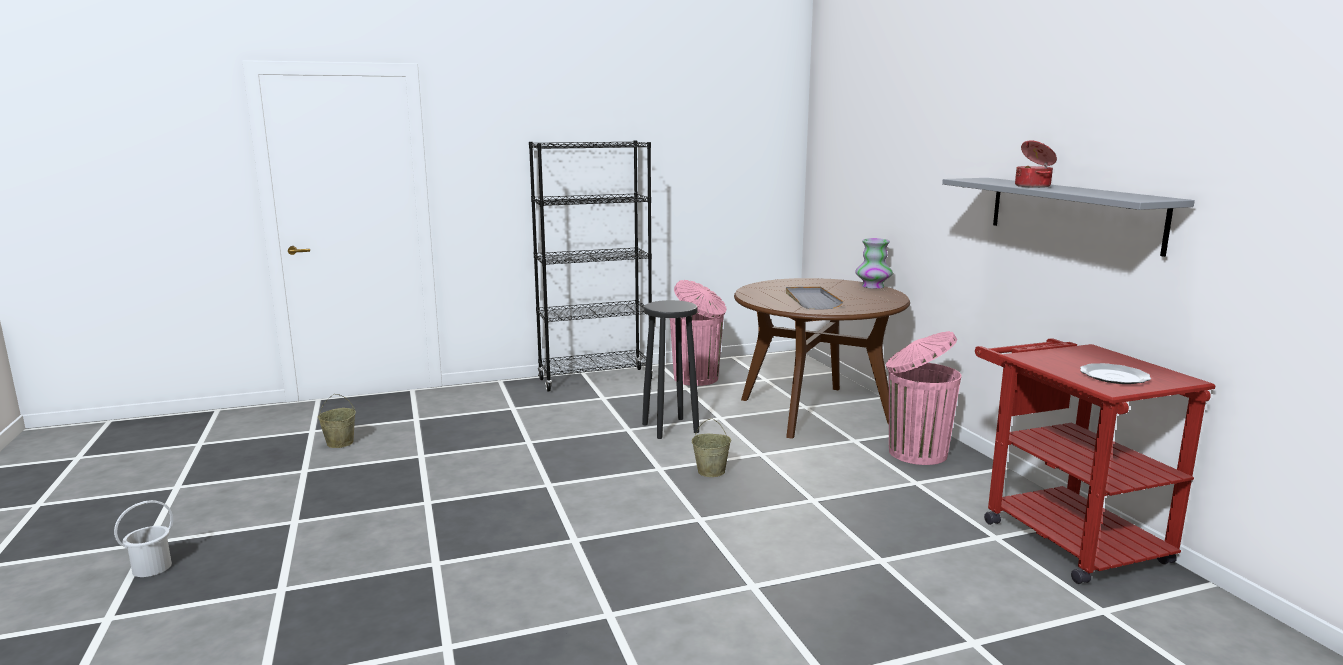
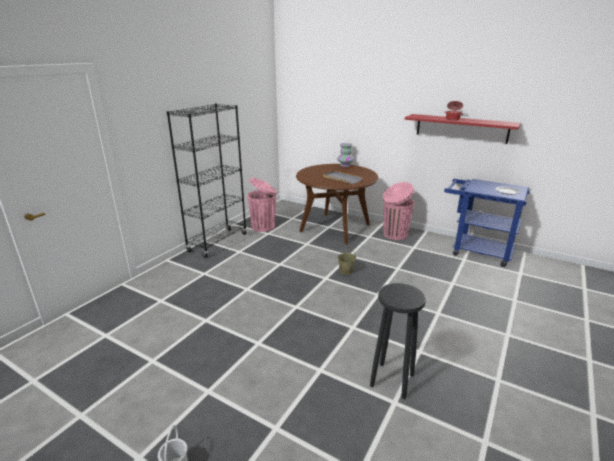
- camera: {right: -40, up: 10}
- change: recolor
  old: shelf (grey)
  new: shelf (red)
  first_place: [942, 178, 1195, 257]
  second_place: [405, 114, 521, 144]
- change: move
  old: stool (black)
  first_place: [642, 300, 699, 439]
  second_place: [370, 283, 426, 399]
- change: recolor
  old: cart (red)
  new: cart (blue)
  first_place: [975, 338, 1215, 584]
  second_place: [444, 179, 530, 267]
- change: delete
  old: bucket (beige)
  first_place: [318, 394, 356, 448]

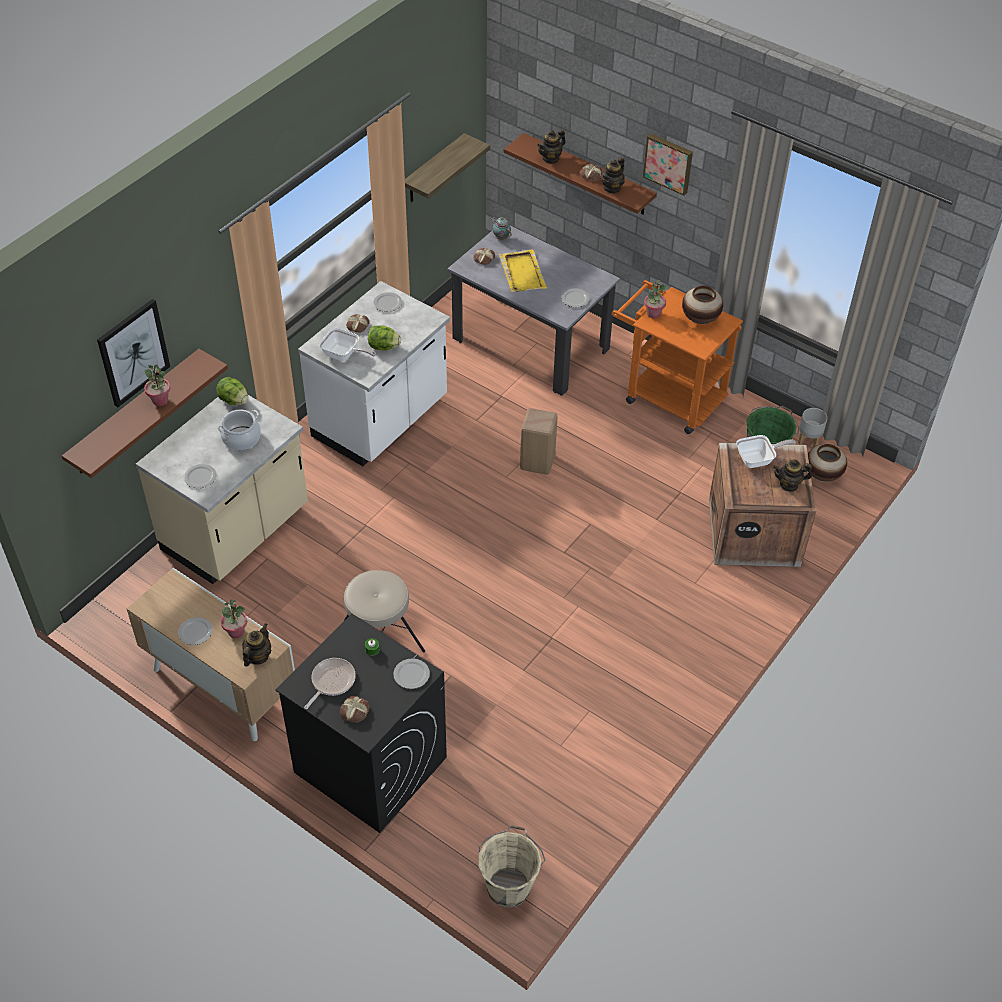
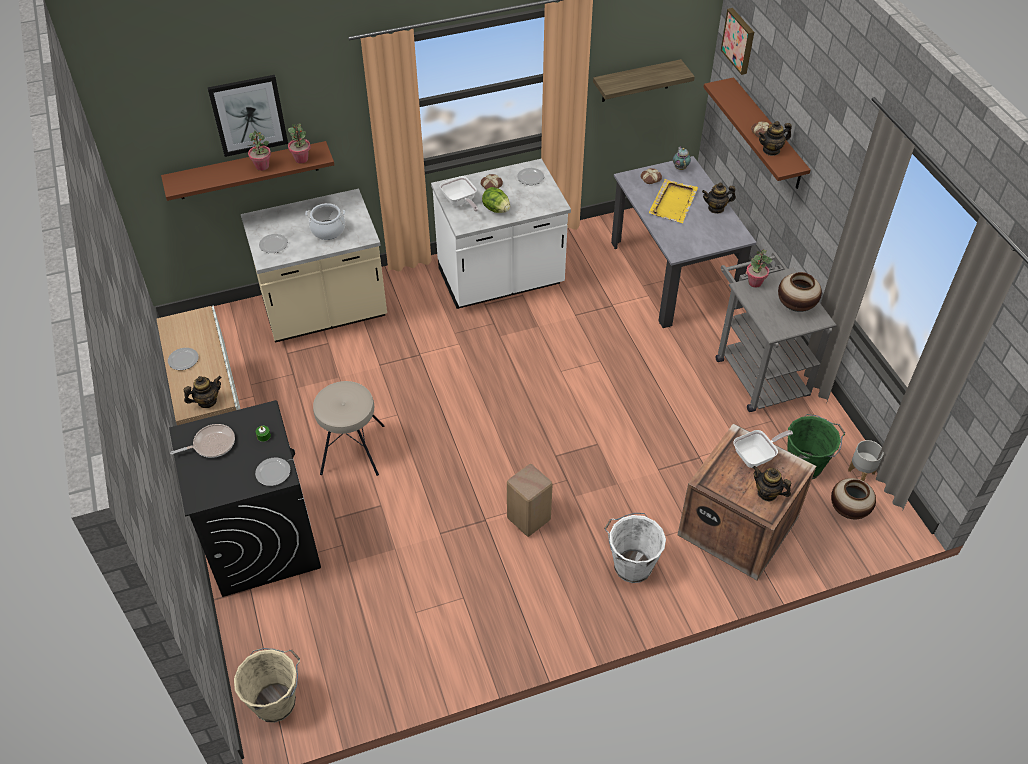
- camera: {right: 35, up: 0}
- change: move
  old: teapot
  first_place: [537, 130, 565, 164]
  second_place: [702, 183, 736, 214]
- change: move
  old: picture
  first_place: [643, 133, 693, 196]
  second_place: [721, 8, 754, 75]
- change: recolor
  old: cart (orange)
  new: cart (grey)
  first_place: [612, 280, 743, 434]
  second_place: [715, 252, 837, 412]
- change: delete
  old: plate
  first_place: [561, 288, 589, 307]
- change: delete
  old: lettuce
  first_place: [217, 377, 248, 405]
- change: move
  old: stool (beige)
  first_place: [520, 408, 558, 475]
  second_place: [507, 464, 553, 537]
- change: rotate
  old: frying pan
  first_place: [736, 435, 796, 468]
  second_place: [733, 430, 793, 468]
  degrees: -45
- change: move
  old: potted plant
  first_place: [221, 599, 247, 639]
  second_place: [288, 124, 311, 164]
- change: delete
  old: bread
  first_place: [340, 696, 369, 723]
- change: insert
  new: bucket (white)
  second_place: [604, 513, 666, 583]

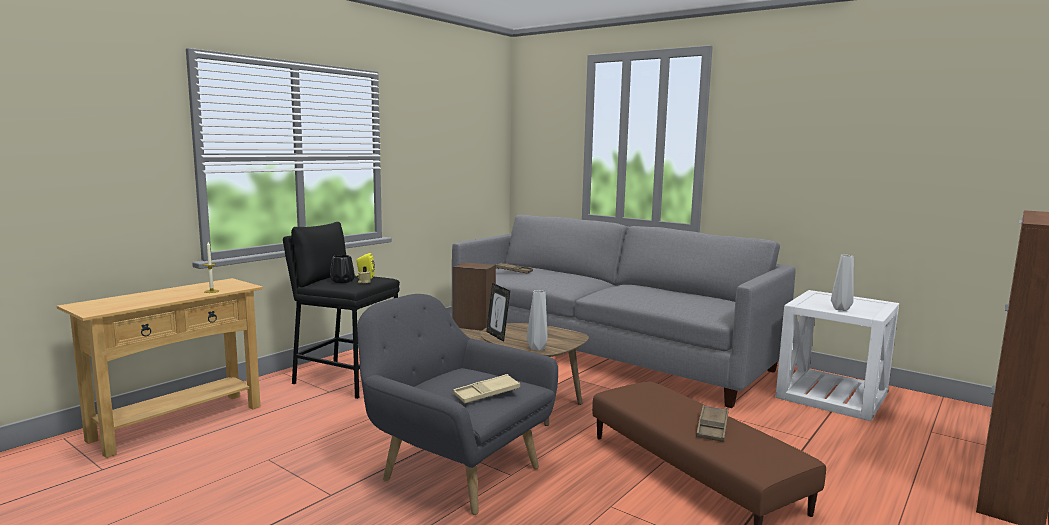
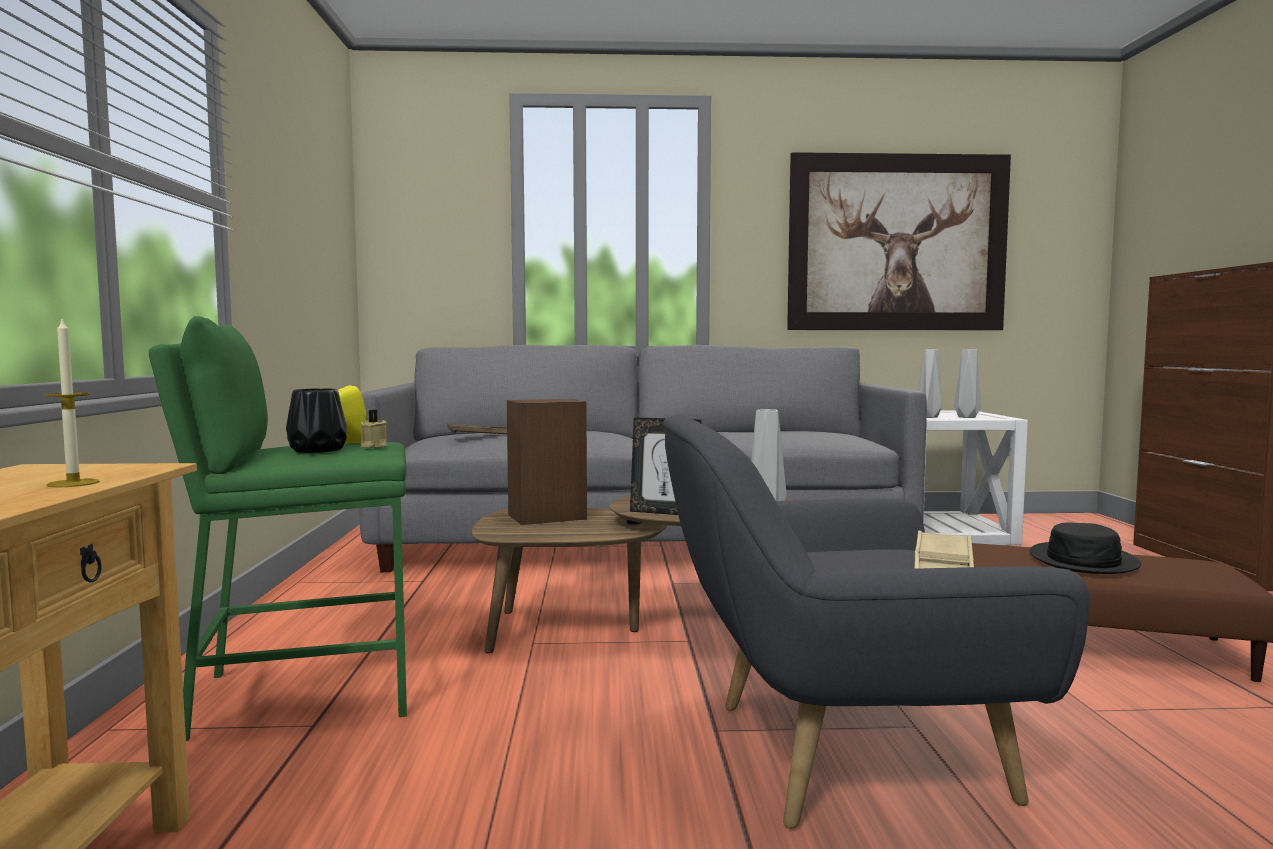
- camera: {right: -40, up: -5}
- change: recolor
  old: stool (black)
  new: stool (green)
  first_place: [283, 222, 400, 399]
  second_place: [149, 316, 407, 741]
- change: replace
  old: tray (brown)
  new: hat (black)
  first_place: [696, 405, 729, 442]
  second_place: [1030, 522, 1141, 574]
- change: insert
  new: picture
  second_place: [787, 152, 1011, 330]
- change: insert
  new: vase (grey)
  second_place: [918, 350, 942, 418]

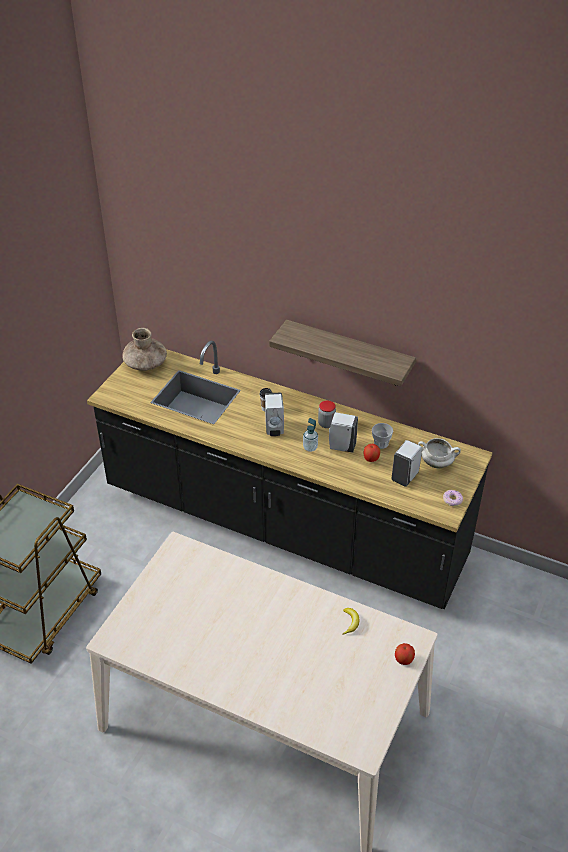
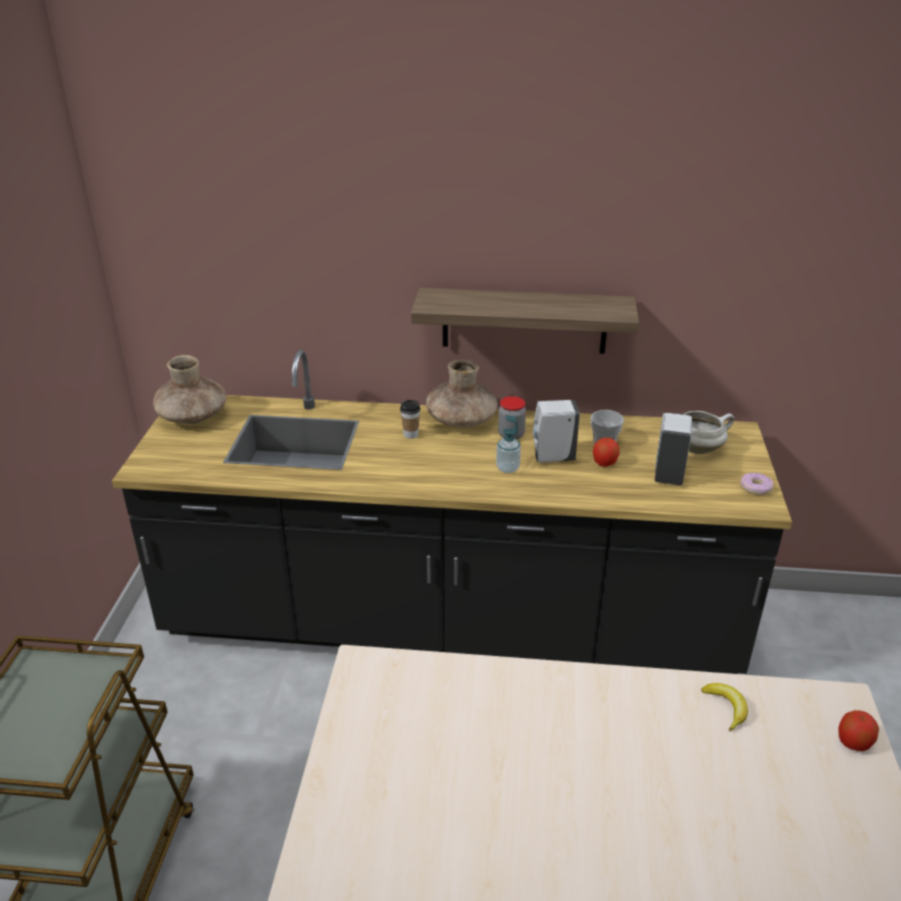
- camera: {right: -20, up: -10}
- change: delete
  old: soap dispenser (white)
  first_place: [265, 393, 284, 436]
- change: insert
  new: vase (brown)
  second_place: [426, 360, 498, 428]

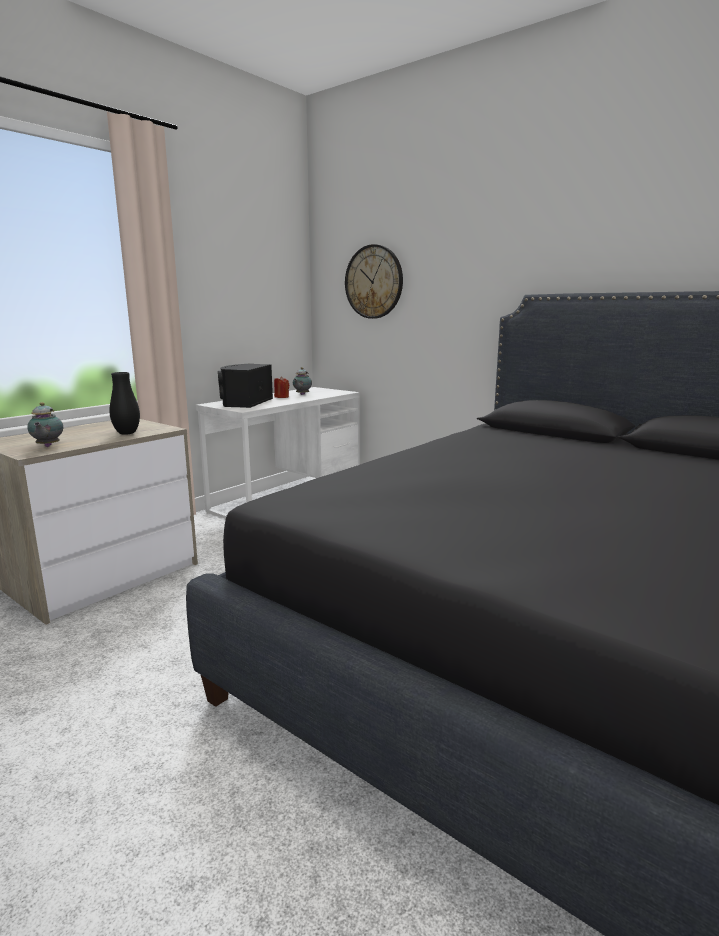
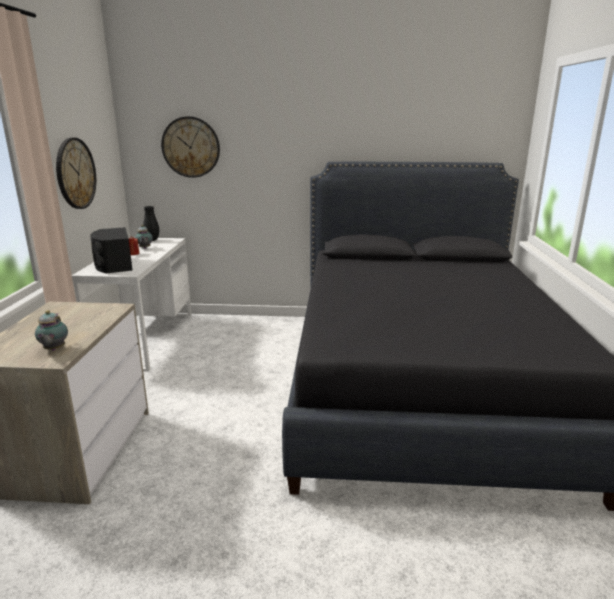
- camera: {right: -35, up: 5}
- change: move
  old: vase (black)
  first_place: [109, 372, 140, 435]
  second_place: [143, 206, 159, 241]
- change: rotate
  old: teapot
  first_place: [27, 402, 63, 447]
  second_place: [35, 310, 68, 351]
  degrees: 45
- change: insert
  new: wall clock
  second_place: [56, 138, 96, 209]

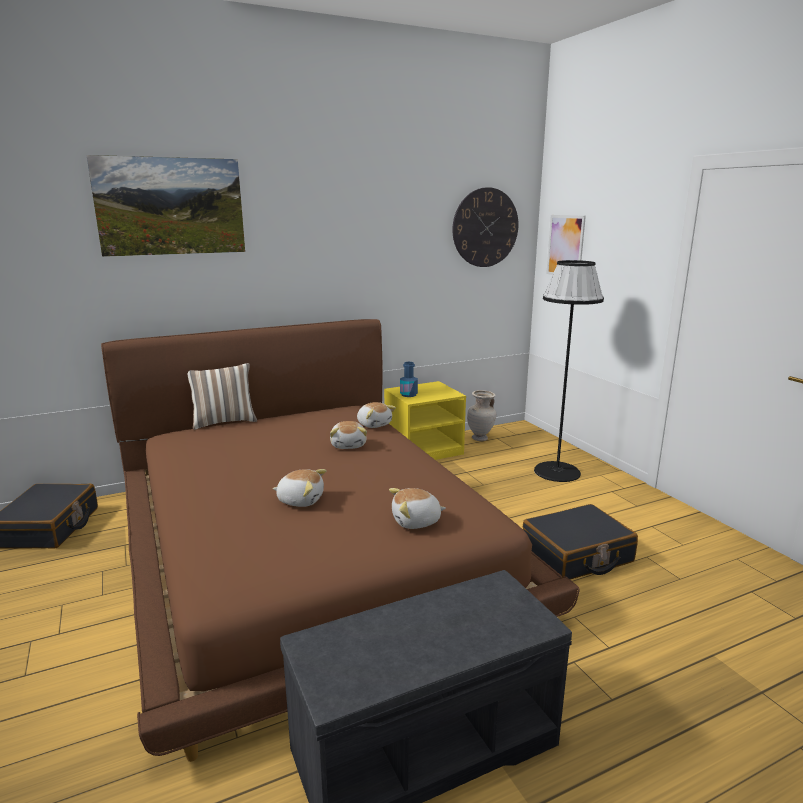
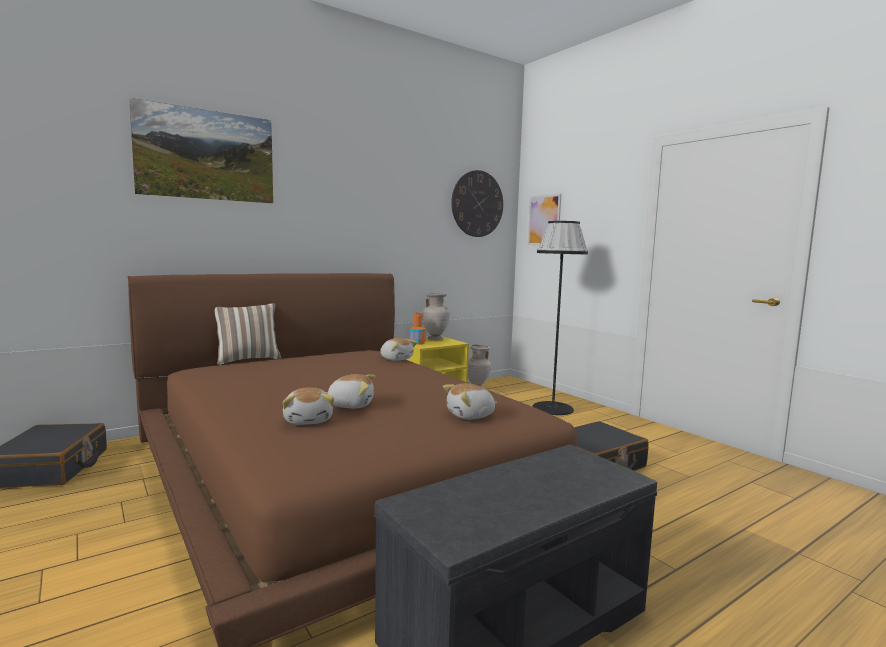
- camera: {right: -10, up: -10}
- change: recolor
  old: bottle (blue)
  new: bottle (orange)
  first_place: [400, 362, 418, 397]
  second_place: [409, 313, 426, 345]
- change: move
  old: plush toy
  first_place: [330, 421, 367, 449]
  second_place: [283, 387, 334, 425]
- change: insert
  new: vase (beige)
  second_place: [422, 293, 450, 340]

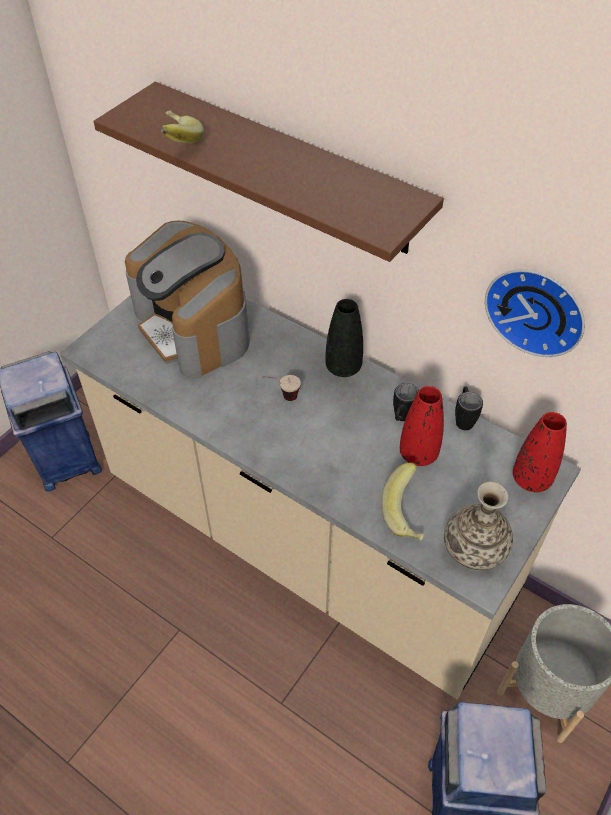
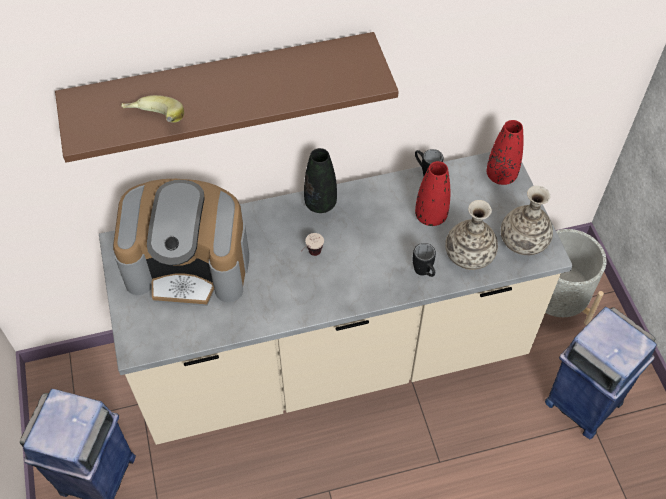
- camera: {right: -50, up: 5}
- change: delete
  old: wall clock
  first_place: [485, 269, 585, 357]
- change: move
  old: mug (black)
  first_place: [393, 383, 419, 422]
  second_place: [413, 243, 436, 277]
- change: replace
  old: banana
  new: vase
  first_place: [382, 462, 424, 541]
  second_place: [445, 200, 498, 270]

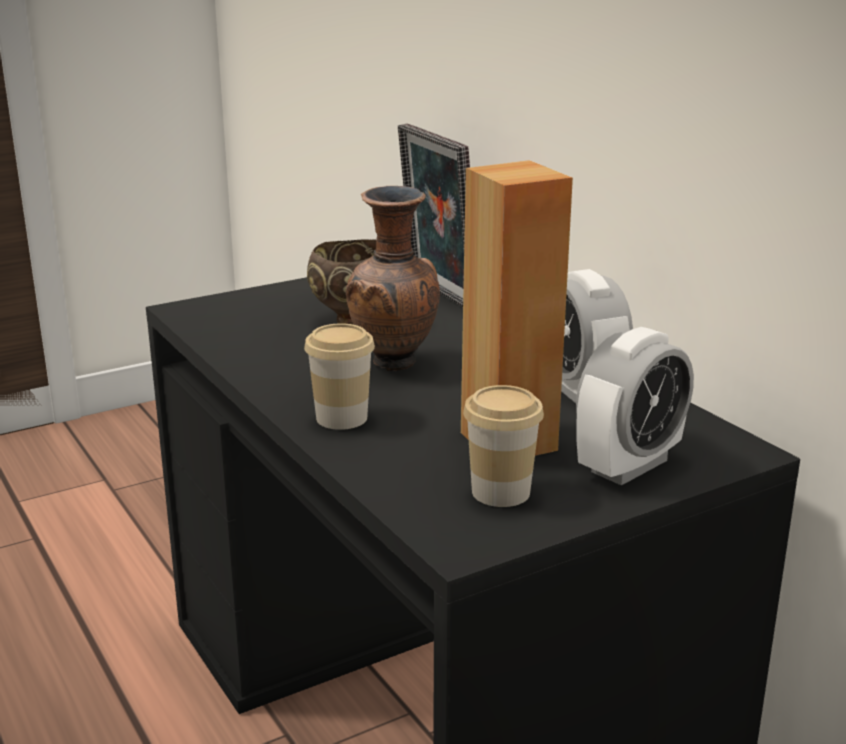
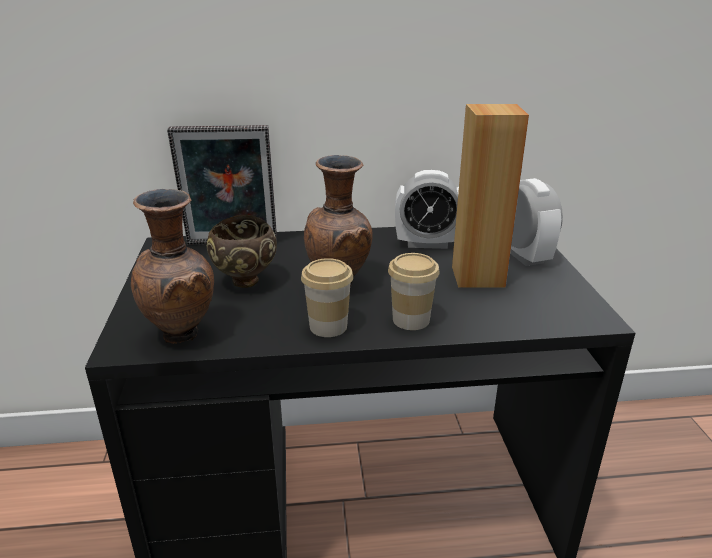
- camera: {right: -65, up: 5}
- change: move
  old: cup
  first_place: [463, 385, 544, 507]
  second_place: [301, 258, 353, 337]
- change: insert
  new: vase (brown)
  second_place: [131, 189, 214, 344]

